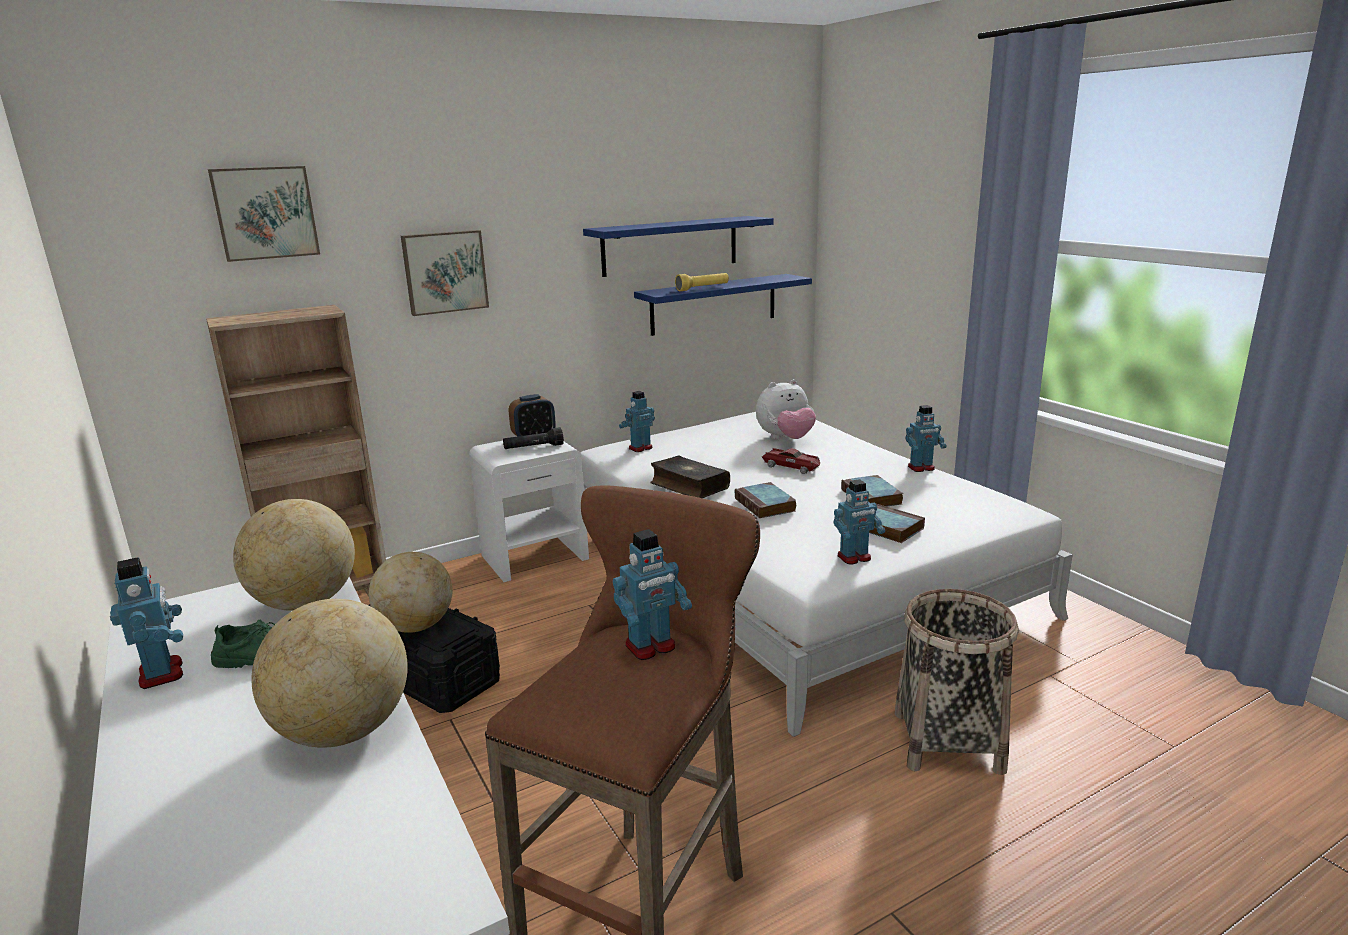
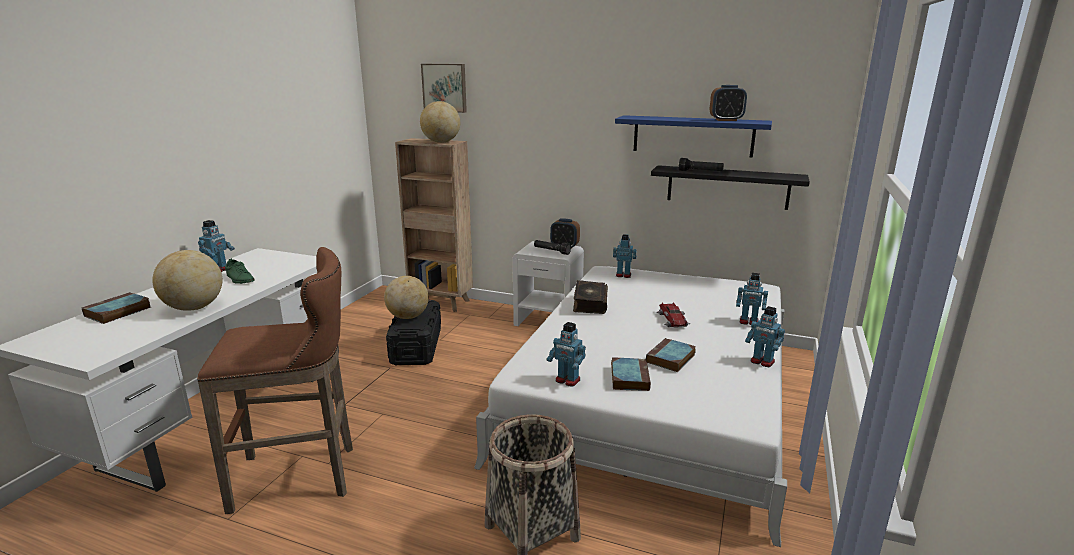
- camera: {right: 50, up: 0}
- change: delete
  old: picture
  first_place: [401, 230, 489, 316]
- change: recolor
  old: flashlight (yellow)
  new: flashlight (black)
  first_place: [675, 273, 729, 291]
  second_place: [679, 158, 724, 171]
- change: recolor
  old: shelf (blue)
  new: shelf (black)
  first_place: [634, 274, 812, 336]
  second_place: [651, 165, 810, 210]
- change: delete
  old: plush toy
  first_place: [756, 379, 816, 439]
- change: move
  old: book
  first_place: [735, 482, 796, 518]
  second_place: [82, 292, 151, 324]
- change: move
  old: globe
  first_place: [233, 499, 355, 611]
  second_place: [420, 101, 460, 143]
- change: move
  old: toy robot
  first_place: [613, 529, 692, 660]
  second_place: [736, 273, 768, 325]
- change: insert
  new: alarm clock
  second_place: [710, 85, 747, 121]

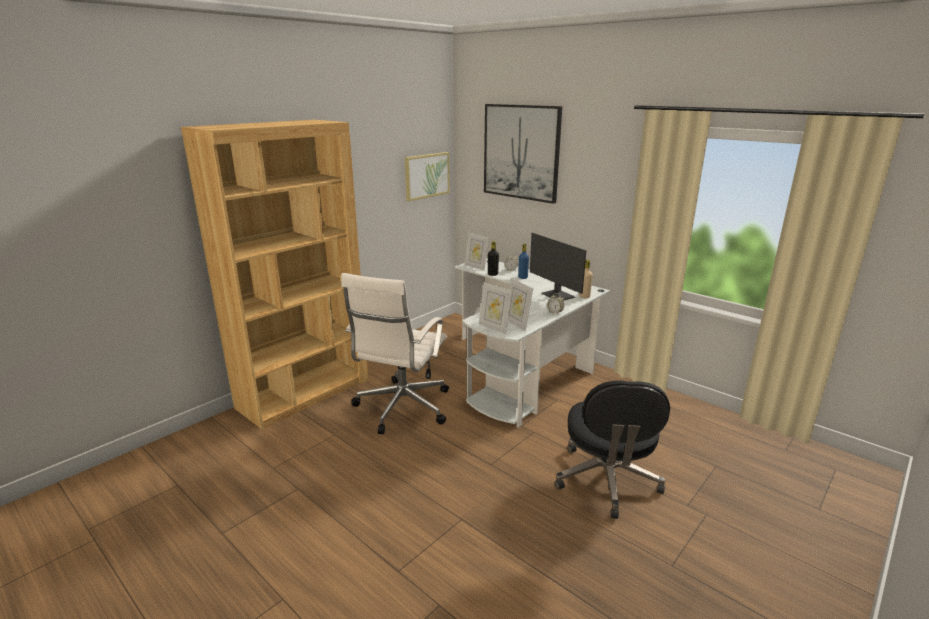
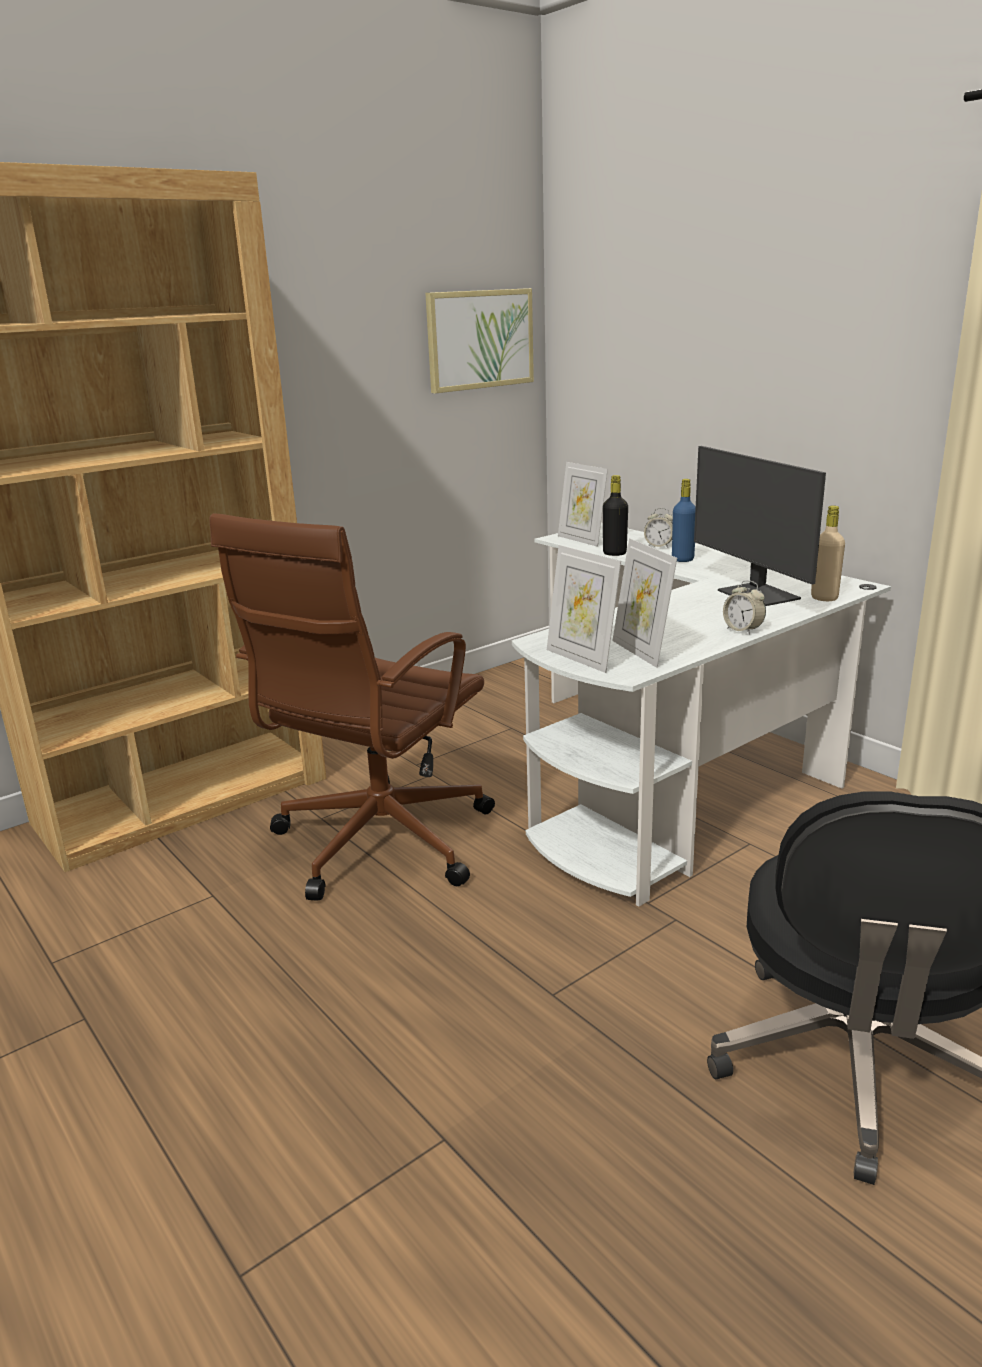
- camera: {right: 10, up: 0}
- change: delete
  old: picture
  first_place: [484, 104, 562, 204]
- change: recolor
  old: office chair (white)
  new: office chair (brown)
  first_place: [341, 273, 449, 434]
  second_place: [209, 513, 495, 901]

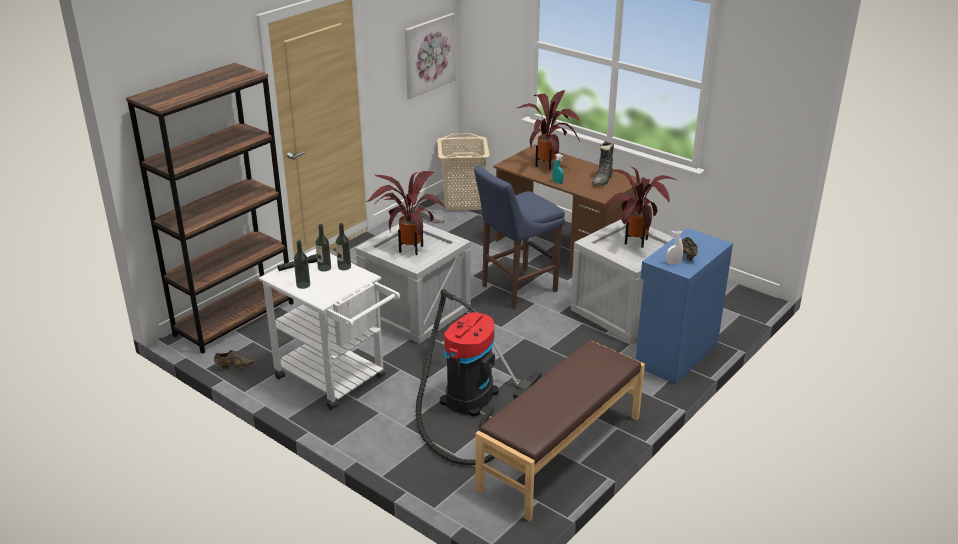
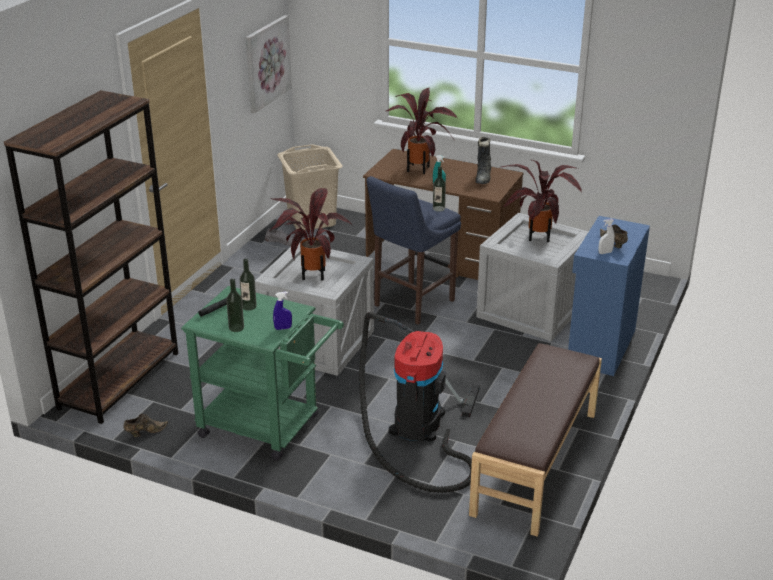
- camera: {right: -15, up: 0}
- change: move
  old: bottle
  first_place: [336, 223, 351, 270]
  second_place: [433, 167, 446, 212]
- change: recolor
  old: cart (white)
  new: cart (green)
  first_place: [259, 249, 400, 410]
  second_place: [181, 286, 344, 461]
- change: insert
  new: spray bottle (blue)
  second_place: [273, 292, 292, 330]

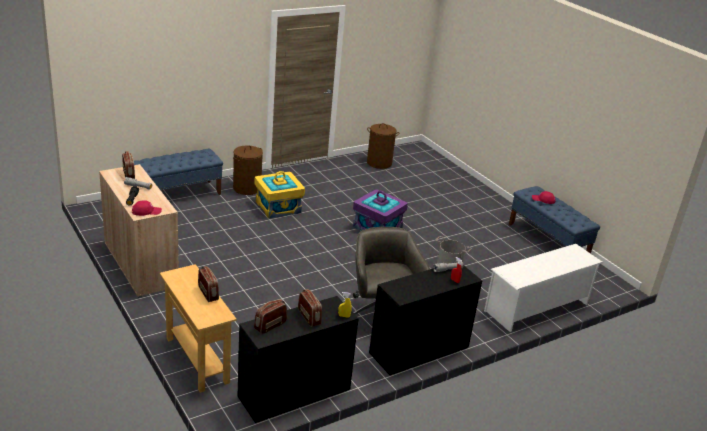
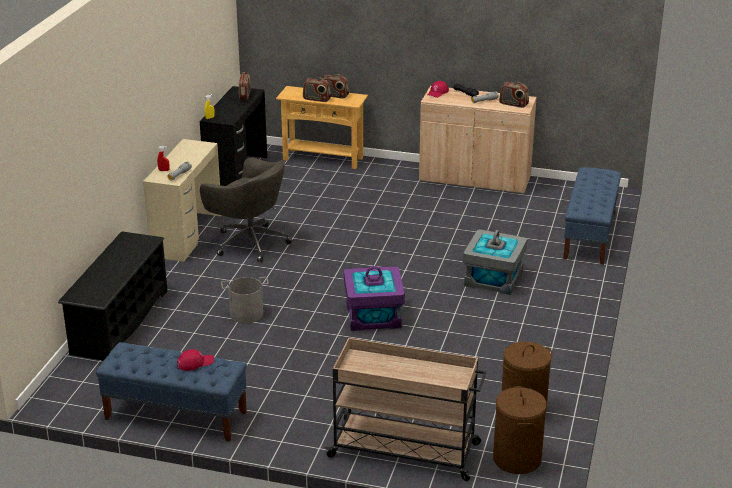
- camera: {right: 140, up: 0}
- change: move
  old: laundry basket (brown)
  first_place: [233, 145, 263, 195]
  second_place: [493, 386, 547, 474]
- change: recolor
  old: storage box (yellow)
  new: storage box (grey)
  first_place: [254, 171, 305, 219]
  second_place: [463, 229, 527, 295]
- change: recolor
  old: shoe rack (white)
  new: shoe rack (black)
  first_place: [484, 244, 603, 332]
  second_place: [58, 231, 168, 361]
- change: recolor
  old: desk (black)
  new: desk (beige)
  first_place: [369, 262, 482, 375]
  second_place: [143, 139, 222, 262]
- change: move
  old: radio
  first_place: [298, 289, 322, 327]
  second_place: [323, 74, 349, 99]
- change: insert
  new: cart (beige)
  second_place: [325, 338, 487, 481]

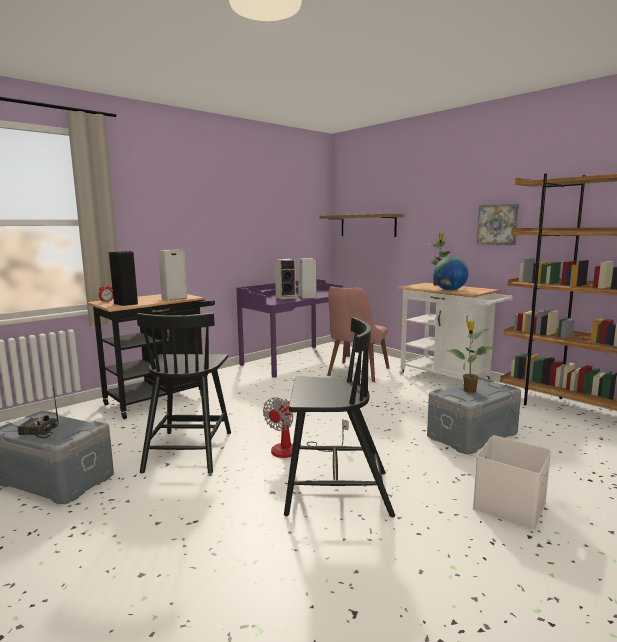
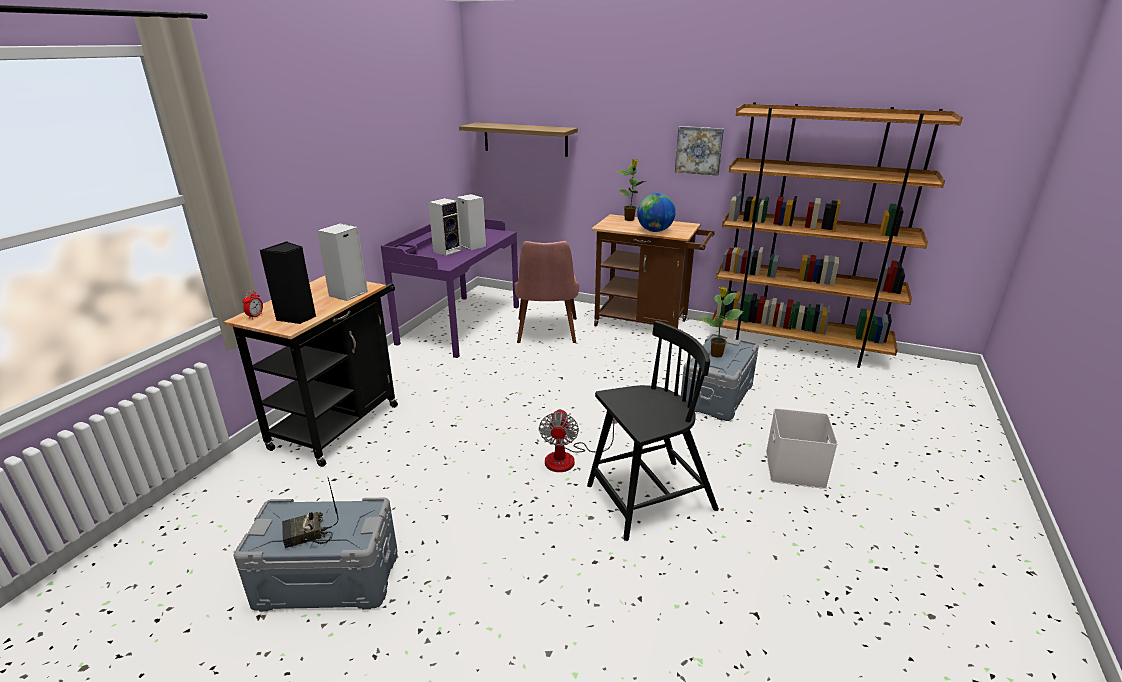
- camera: {right: -25, up: 15}
- change: recolor
  old: cart (white)
  new: cart (brown)
  first_place: [398, 283, 513, 384]
  second_place: [591, 214, 715, 328]
- change: delete
  old: chair (black)
  first_place: [136, 313, 231, 474]

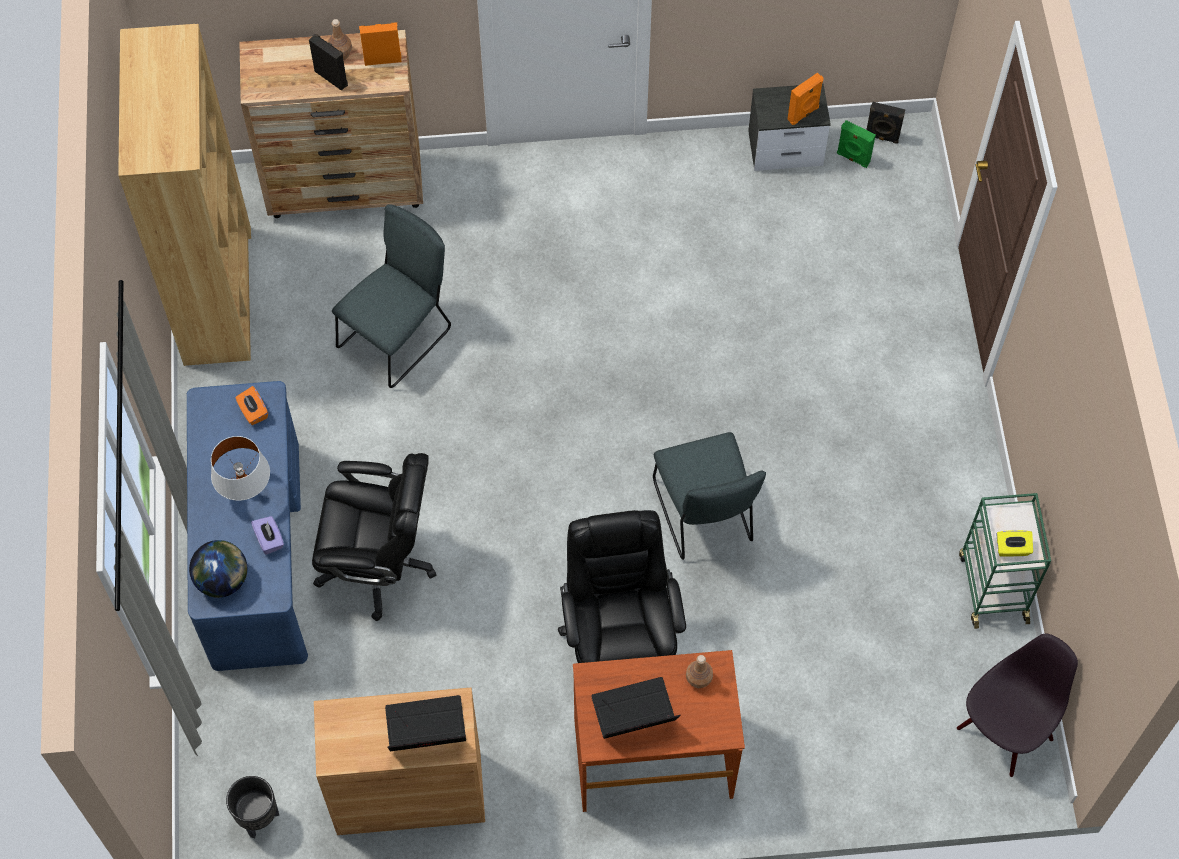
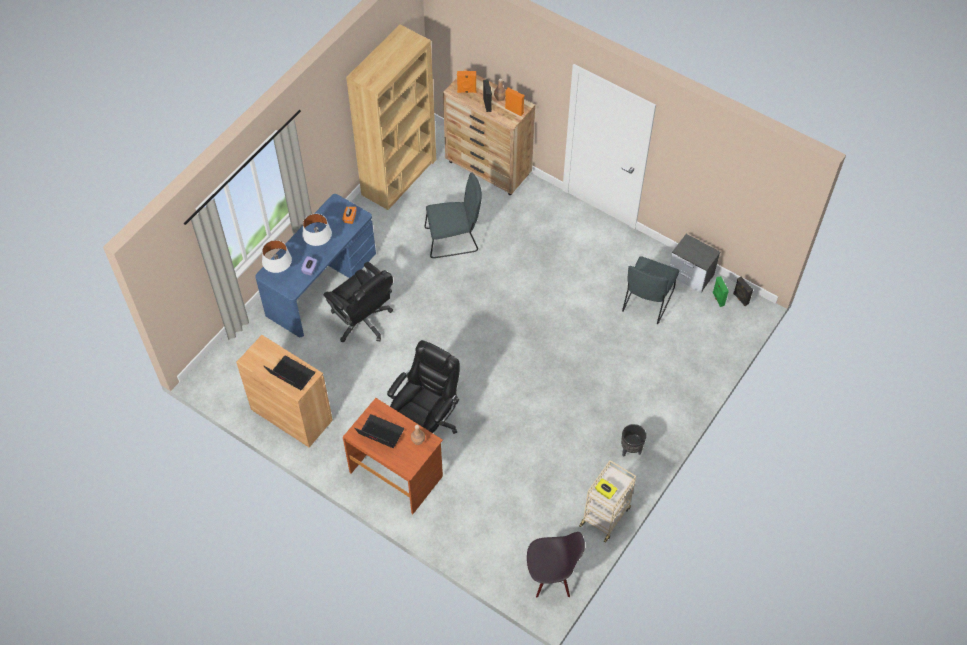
- camera: {right: 40, up: -5}
- change: move
  old: speaker (orange)
  first_place: [788, 73, 824, 125]
  second_place: [457, 71, 476, 93]
- change: move
  old: chair (grey)
  first_place: [653, 432, 766, 560]
  second_place: [622, 256, 679, 324]
- change: recolor
  old: cart (green)
  new: cart (beige)
  first_place: [959, 493, 1051, 629]
  second_place: [579, 460, 636, 543]
- change: replace
  old: globe
  new: table lamp (white)
  first_place: [189, 540, 247, 598]
  second_place: [262, 240, 292, 273]
- change: move
  old: planter (black)
  first_place: [226, 776, 279, 838]
  second_place: [621, 424, 646, 457]

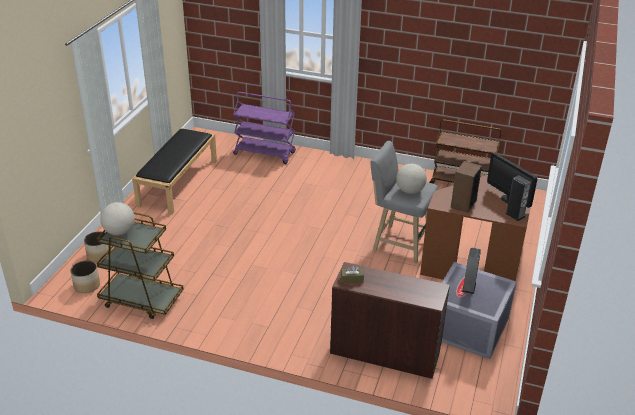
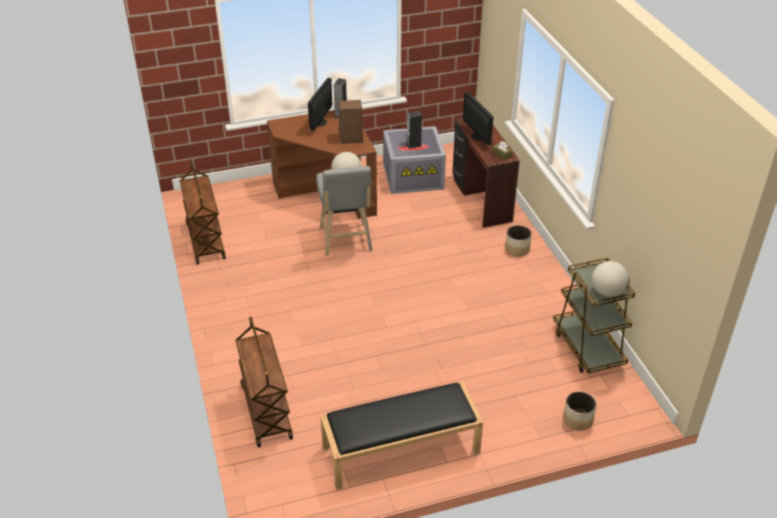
- camera: {right: -125, up: 5}
- change: recolor
  old: cart (purple)
  new: cart (brown)
  first_place: [233, 92, 296, 164]
  second_place: [235, 317, 293, 447]
- change: move
  old: planter
  first_place: [70, 261, 100, 293]
  second_place: [505, 225, 532, 256]
- change: insert
  new: monitor
  second_place: [463, 92, 493, 145]

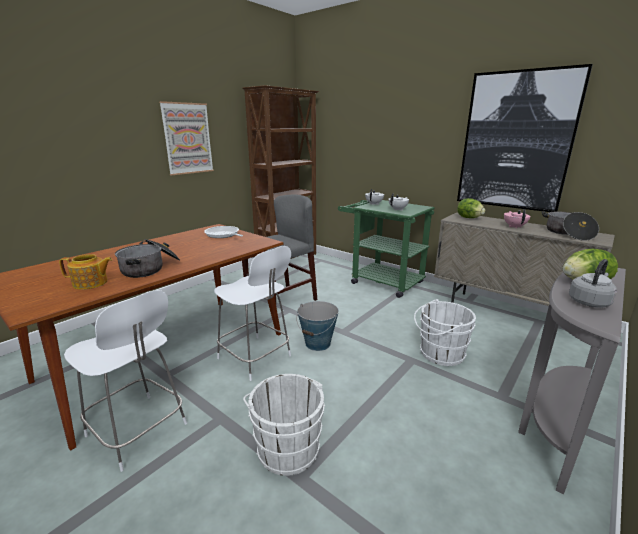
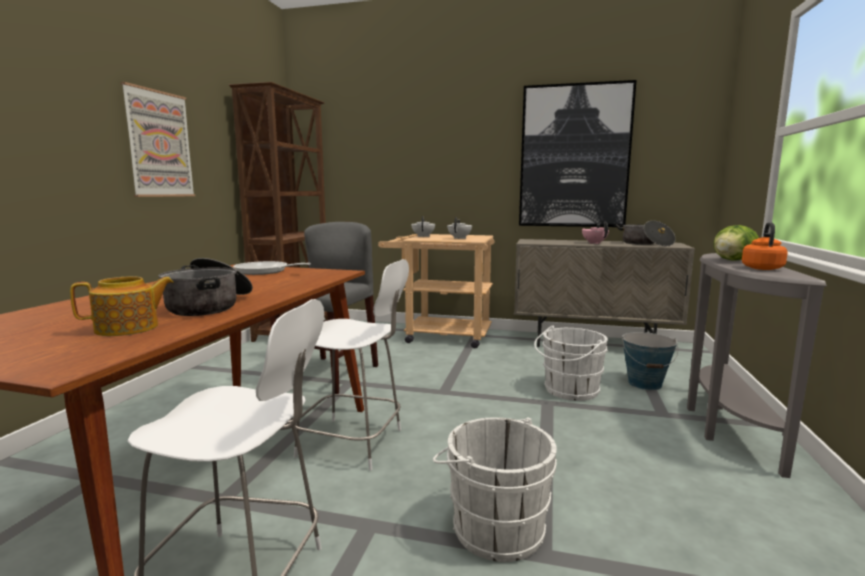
- camera: {right: -25, up: -10}
- change: delete
  old: lettuce
  first_place: [457, 198, 485, 218]
- change: recolor
  old: cart (green)
  new: cart (beige)
  first_place: [338, 200, 435, 298]
  second_place: [378, 234, 495, 348]
- change: recolor
  old: kettle (grey)
  new: kettle (orange)
  first_place: [569, 259, 617, 308]
  second_place: [742, 222, 788, 270]
- change: move
  old: bucket
  first_place: [296, 301, 339, 351]
  second_place: [622, 332, 678, 390]

